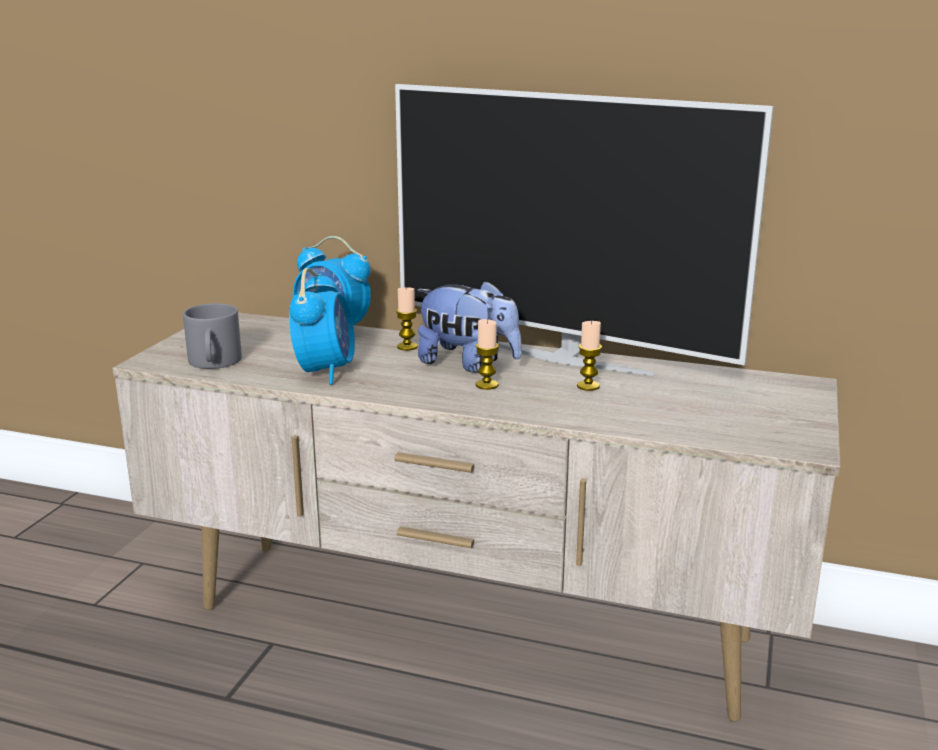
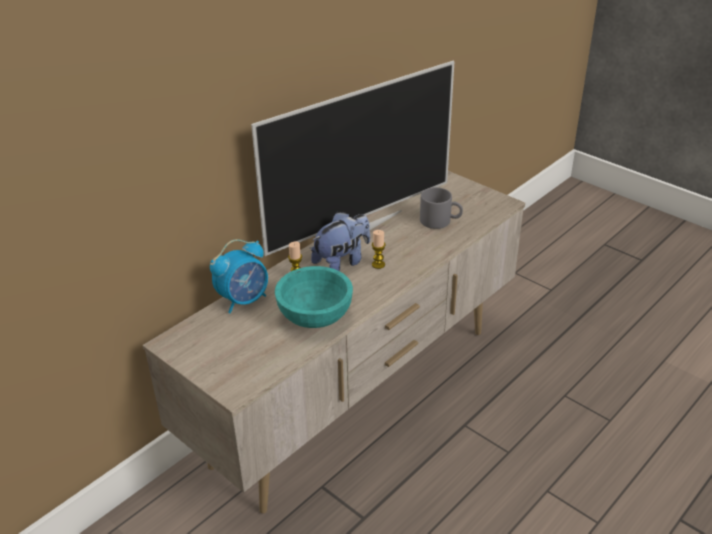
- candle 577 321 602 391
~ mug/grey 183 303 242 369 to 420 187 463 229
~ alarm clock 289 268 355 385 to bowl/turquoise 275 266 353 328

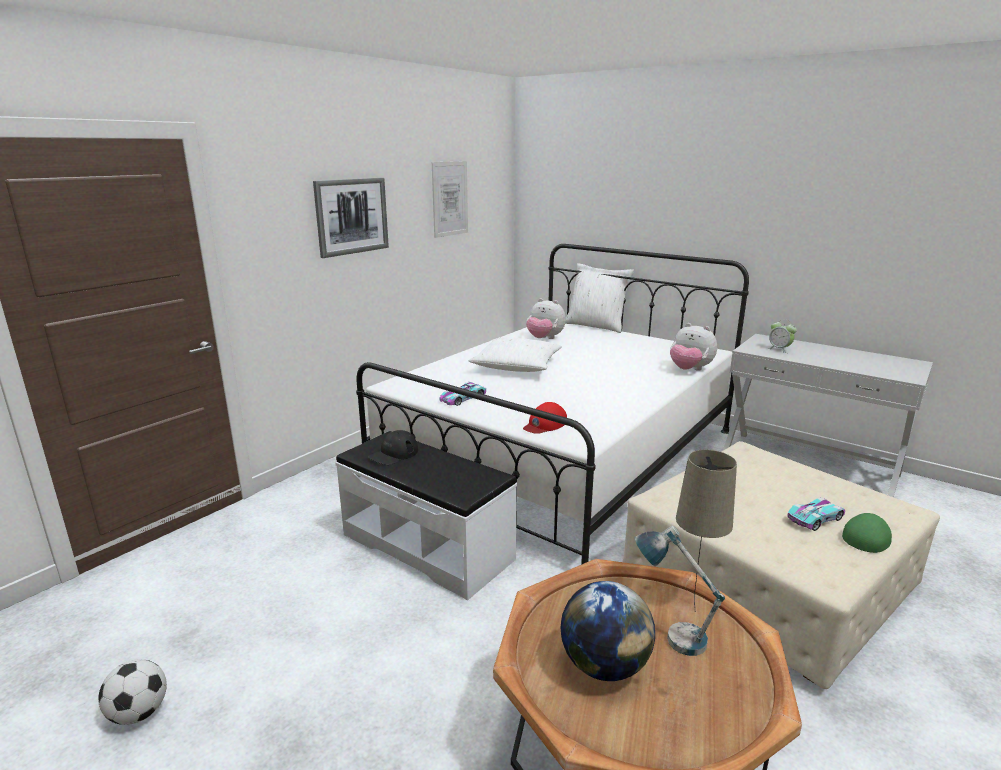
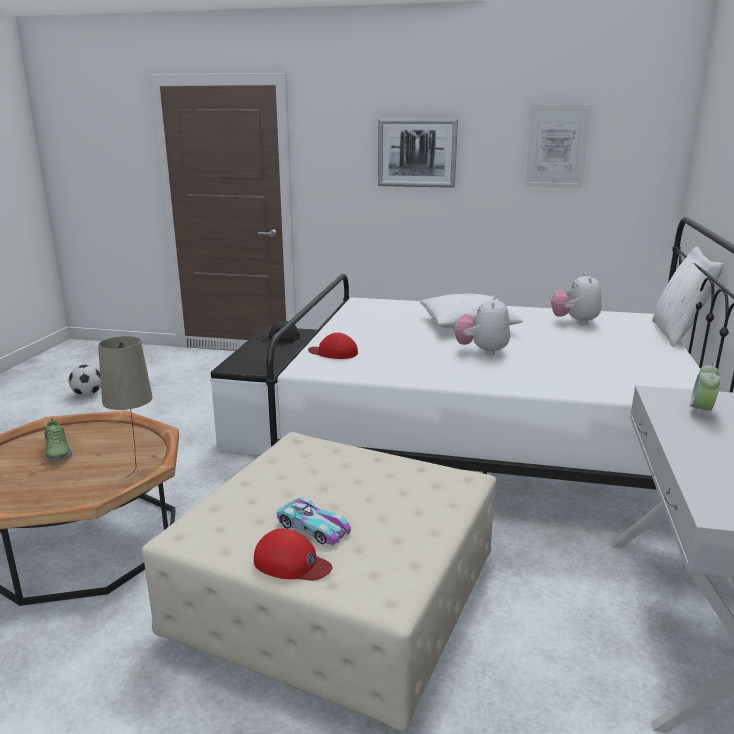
- toy car 439 382 486 406
- table lamp 635 526 725 656
~ plush toy 670 323 717 371 to 455 296 510 356
~ globe 560 581 655 681 to shoe 44 418 72 461
~ cap/green 842 513 892 553 to cap/red 254 528 333 581

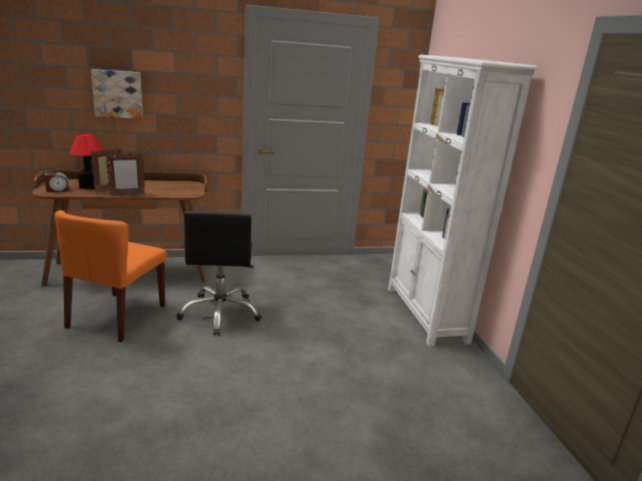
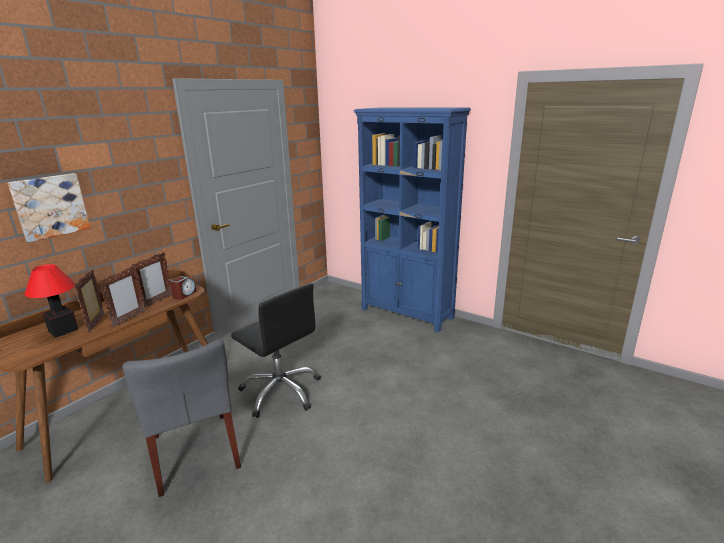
+ picture frame 131 252 172 307
~ alarm clock 44 172 69 192 to 170 276 197 300
~ chair/orange 55 210 167 342 to chair/grey 122 339 241 497
~ bookcase/white 388 55 537 346 to bookcase/blue 353 108 471 332

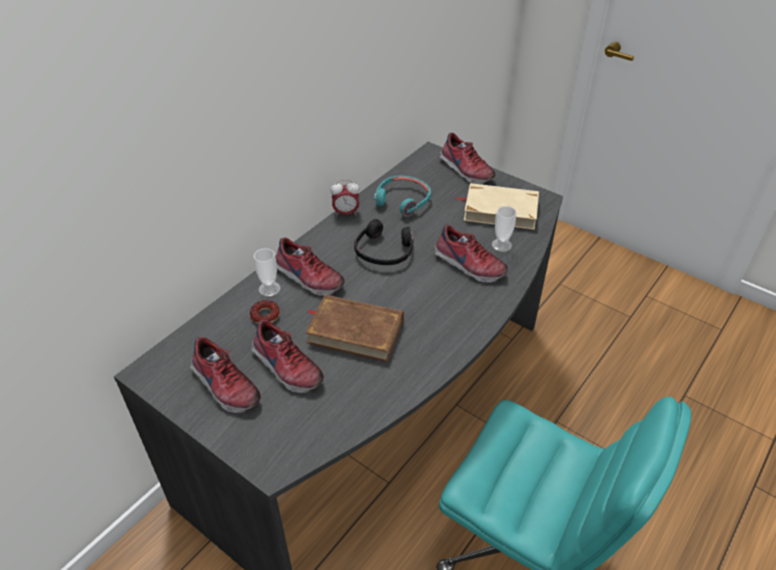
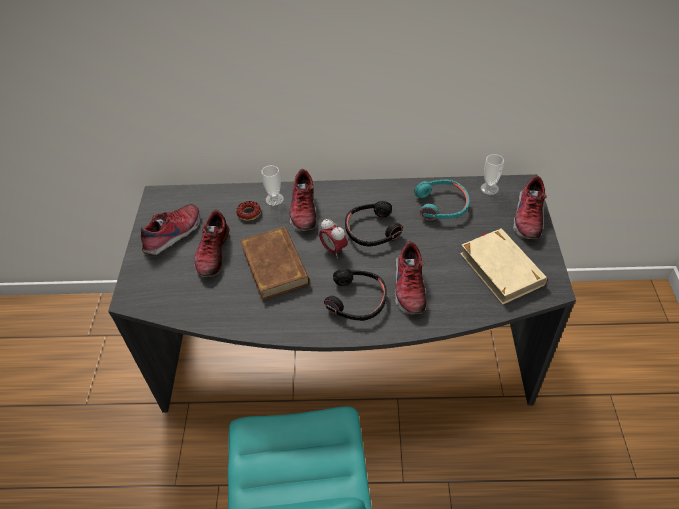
+ headphones/black 324 269 387 321
~ alarm clock 330 180 359 217 to 319 219 347 258
~ cup 492 206 517 252 to 481 154 504 195
~ shoe 190 337 260 413 = 141 204 200 255 150 degrees counterclockwise

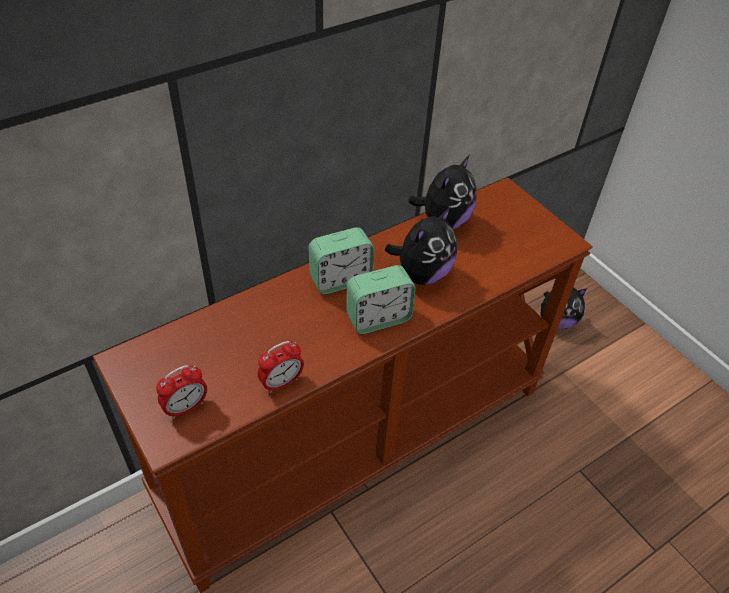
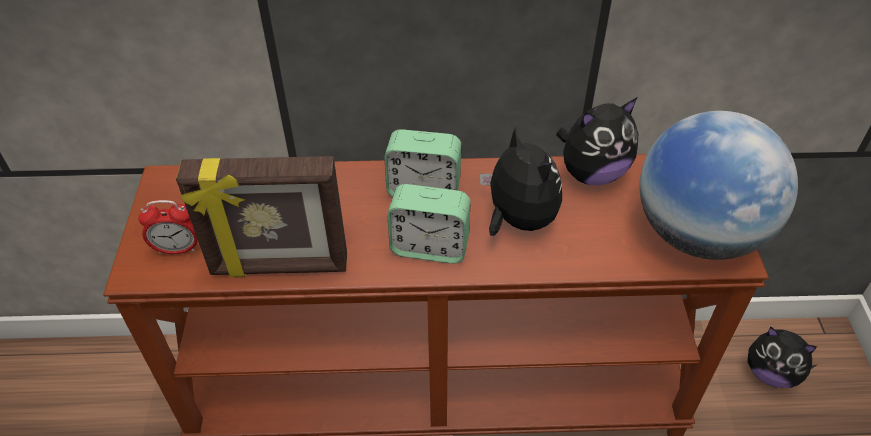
+ globe 640 111 798 260
~ alarm clock 258 341 304 393 to picture frame 176 156 347 277
~ plush toy 385 207 457 285 = 480 126 562 236 105 degrees counterclockwise

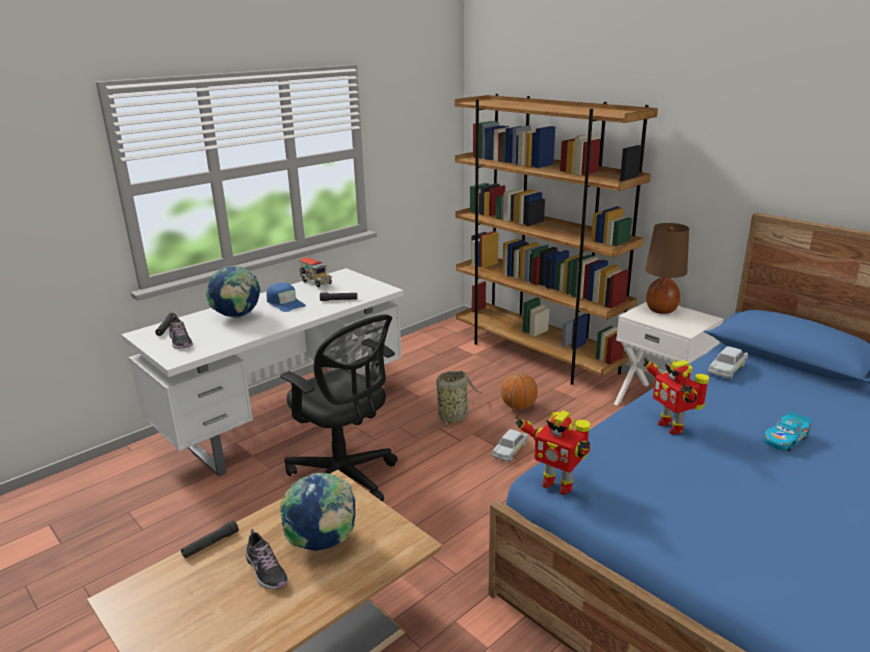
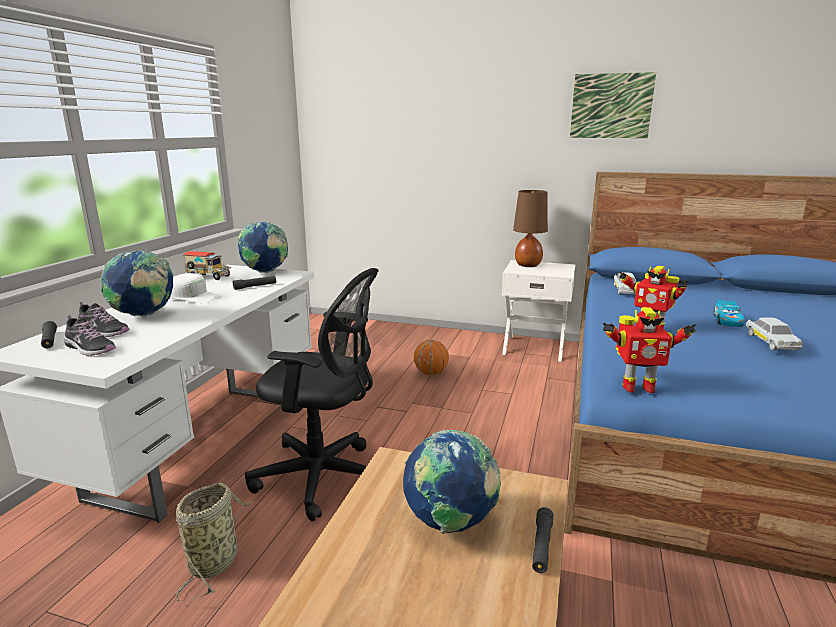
- bookcase/brown 455 94 658 385
+ globe 237 222 288 273
+ picture 570 72 656 138
~ flashlight/black 181 520 239 558 to 532 507 554 573
~ shoe 246 529 288 590 to 77 302 130 337
~ basket 430 370 483 428 to 176 483 252 601
~ toy car/white 492 428 528 462 to 746 317 803 351
~ cap/blue 266 283 306 312 to cap/white 170 273 222 303

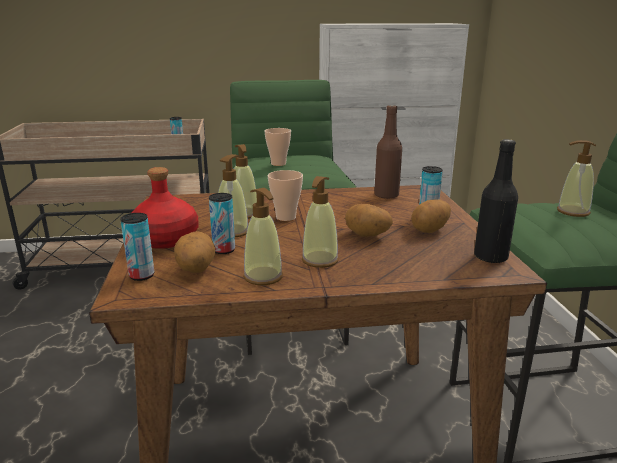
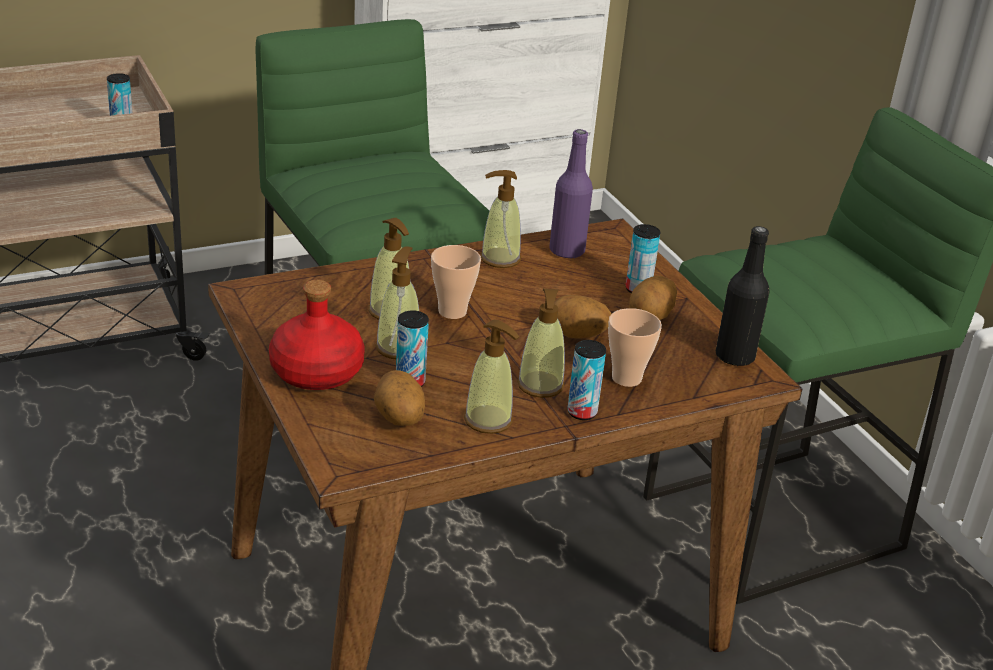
~ can 120 213 155 281 to 567 340 606 420
~ cup 265 128 291 166 to 608 308 662 387
~ soap dispenser 557 140 596 217 to 480 170 521 268
~ bottle/brown 374 105 402 199 to bottle/purple 549 129 593 259

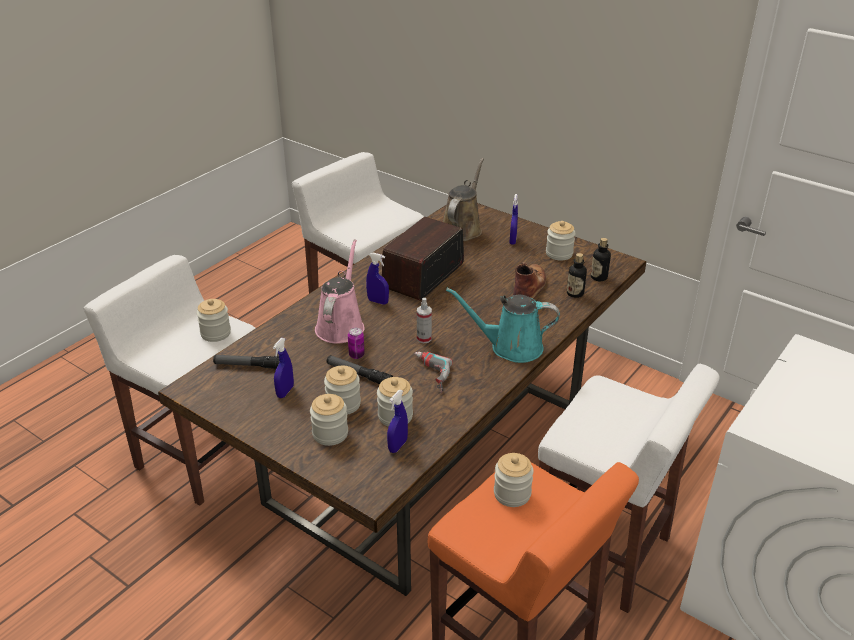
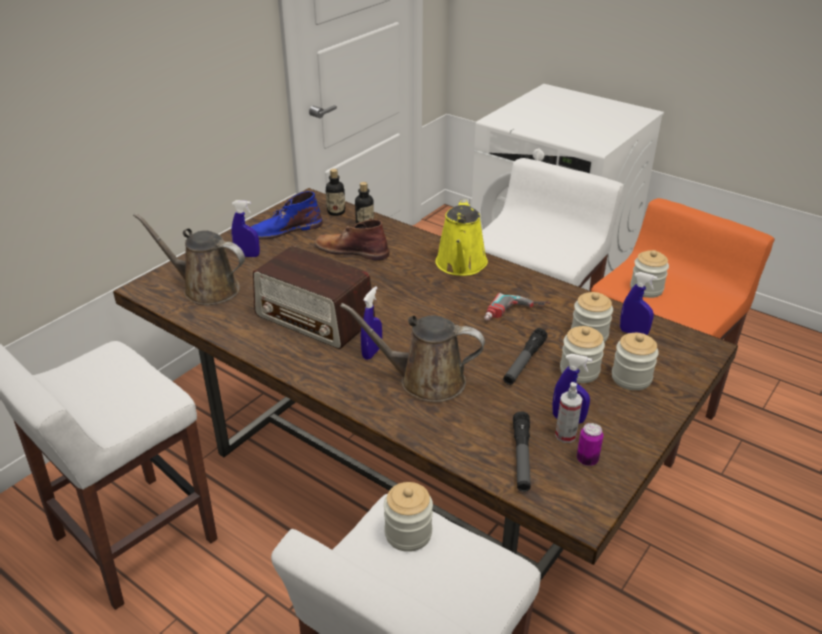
~ can 348 328 365 359 to 577 423 603 466
~ spray bottle 417 298 432 343 to 555 382 583 443
~ jar 546 221 576 261 to boot/blue 251 191 323 239
~ watering can/pink 315 239 365 344 to watering can/brown 340 303 485 402
~ watering can/turquoise 446 288 560 363 to watering can/yellow 435 199 488 276

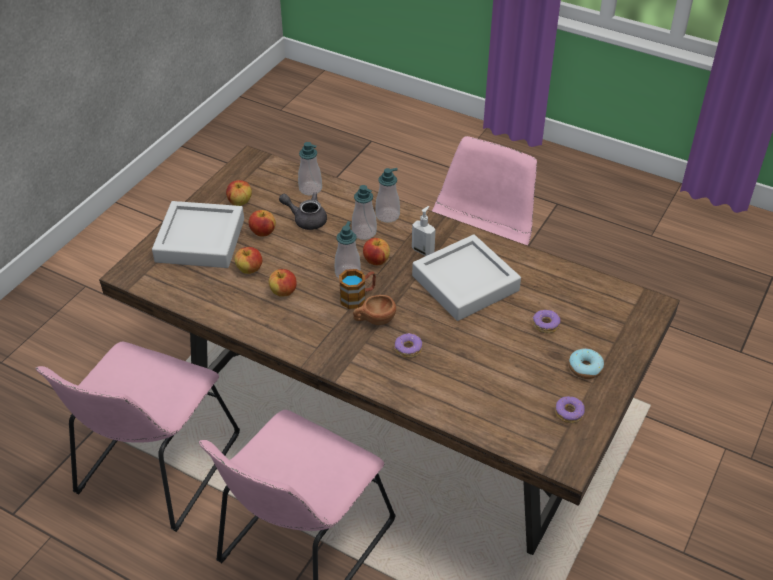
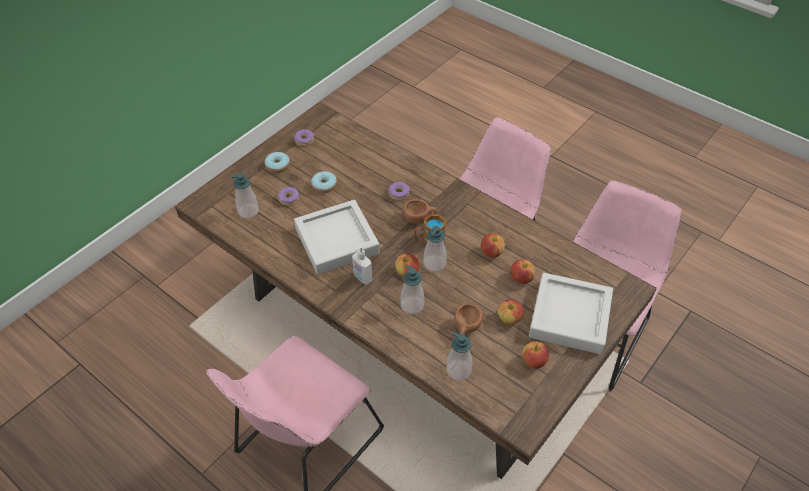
+ donut 311 171 337 193
~ soap dispenser 376 168 400 223 to 231 173 259 218
~ teapot/grey 279 192 327 230 to cup/brown 454 304 483 336

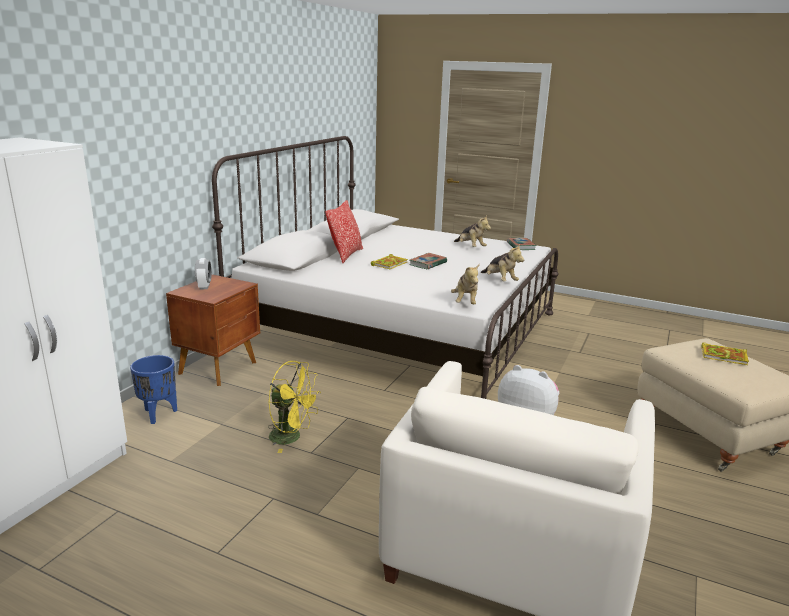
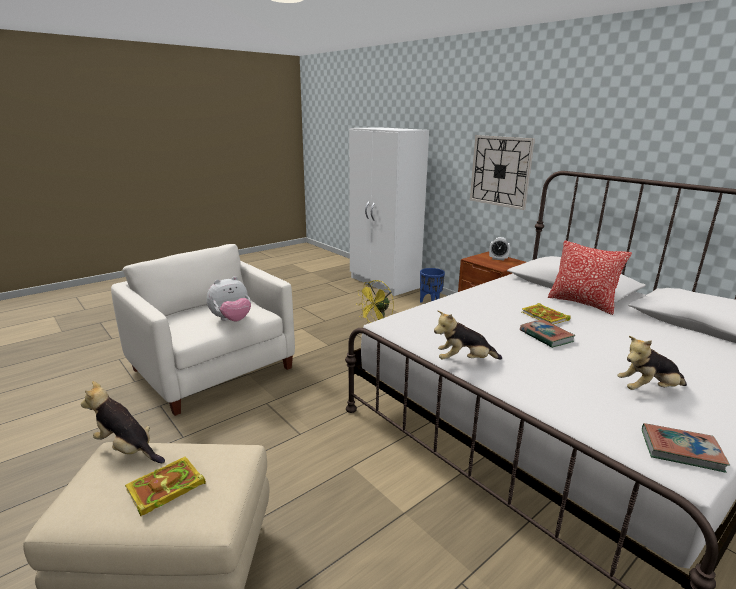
+ wall clock 470 135 535 210
~ plush toy 451 264 480 304 to 81 381 165 463

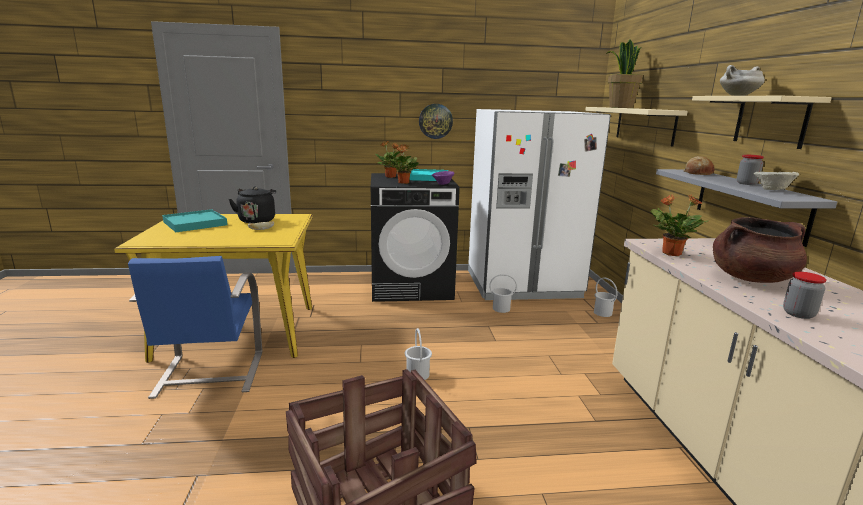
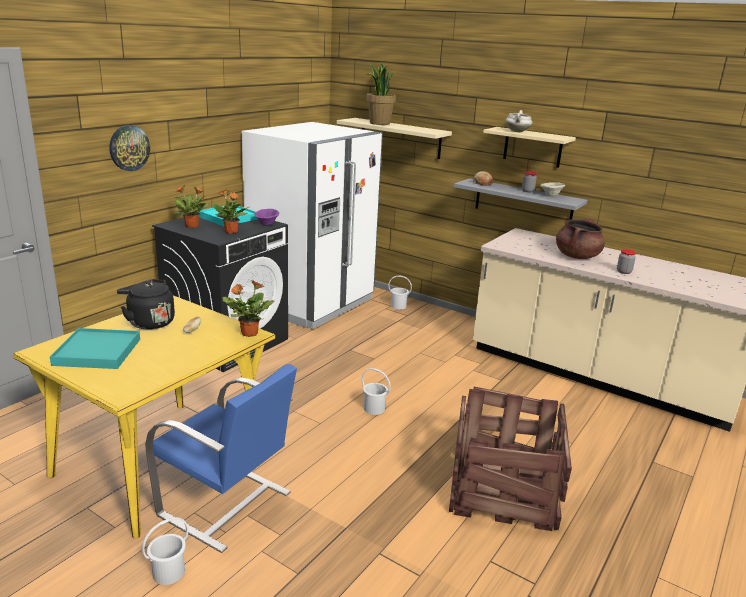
~ wall clock 419 104 453 139 to 109 125 150 171
~ bucket/white 489 274 517 313 to 142 517 188 585
~ potted plant 651 195 709 256 to 222 280 274 337

